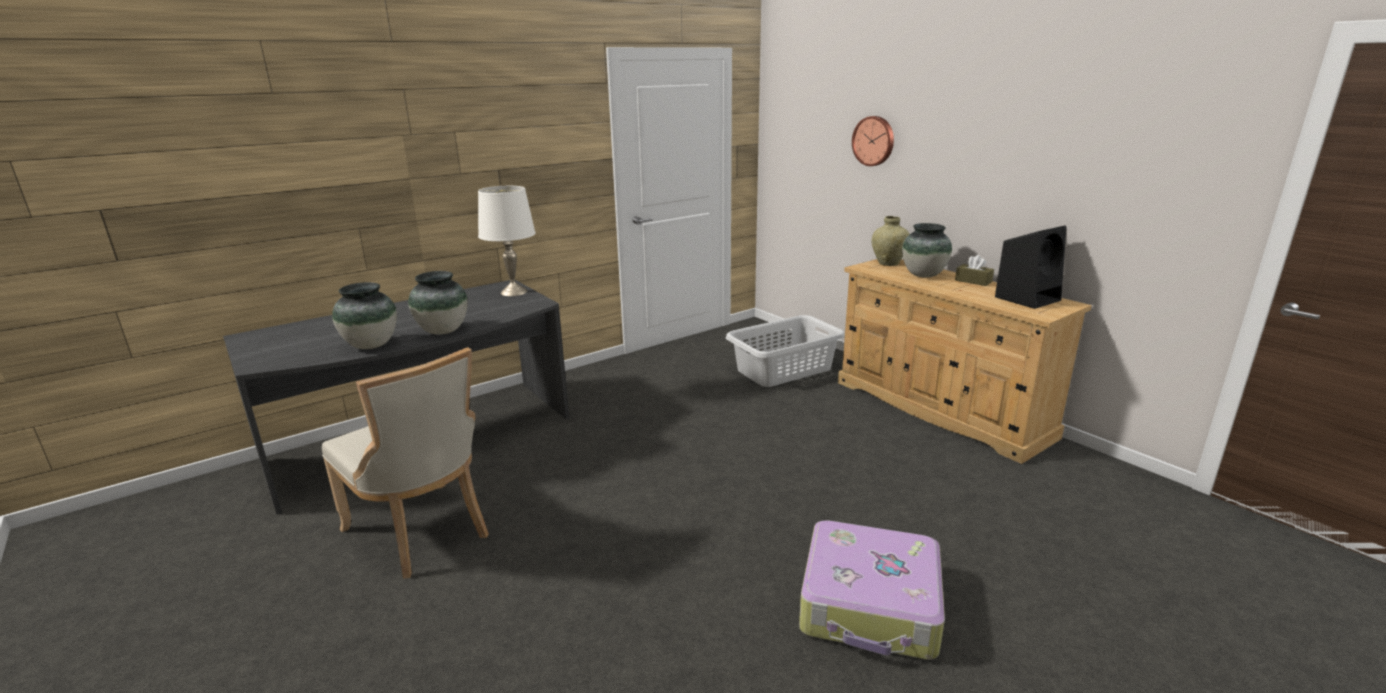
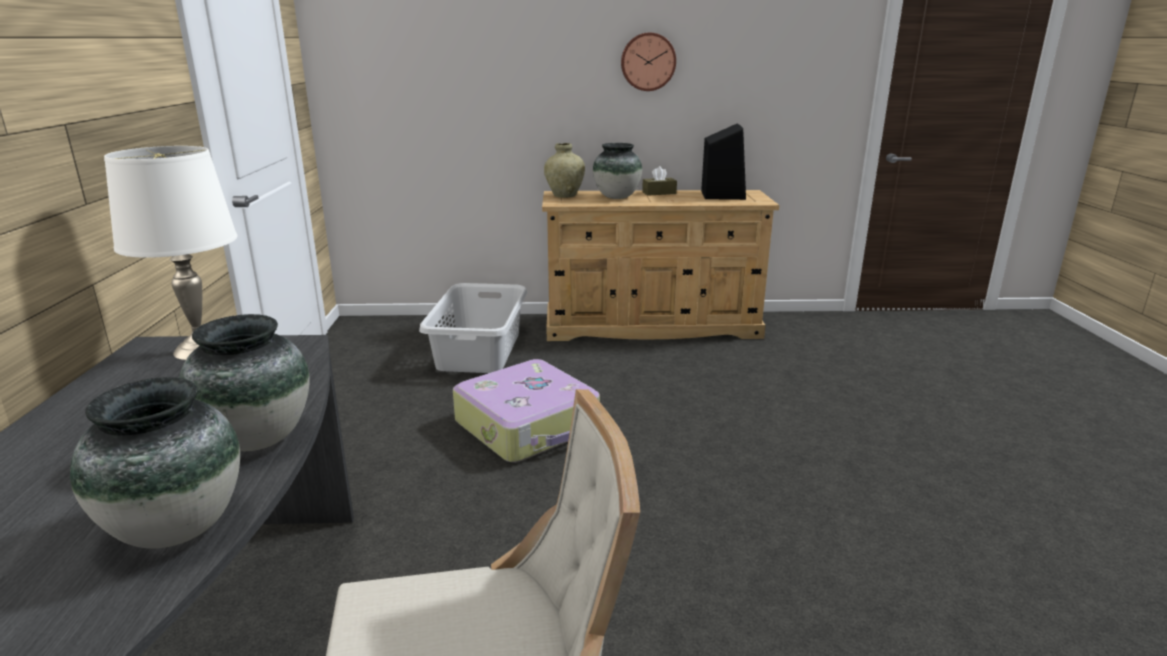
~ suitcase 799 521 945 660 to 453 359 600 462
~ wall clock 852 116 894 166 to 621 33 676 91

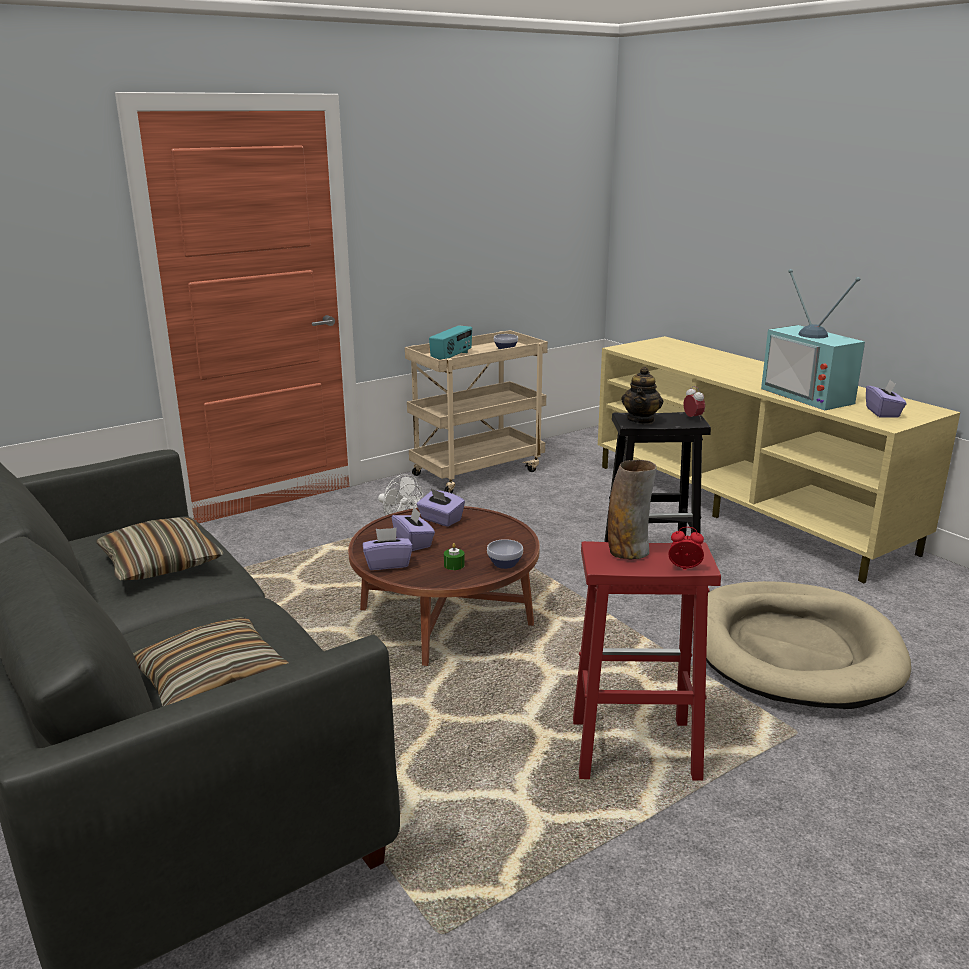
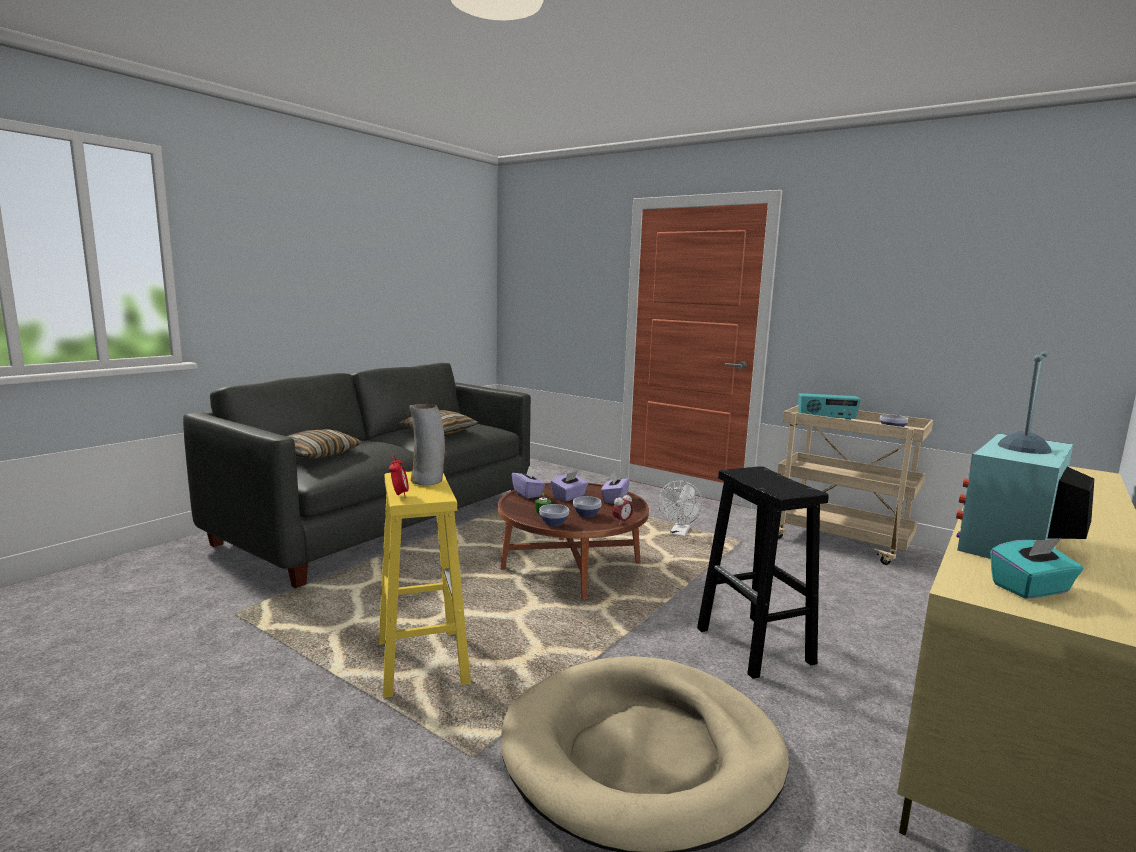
- teapot 621 367 663 424
+ bowl 573 496 601 517
~ alarm clock 684 386 705 419 to 612 492 633 525
~ stool/red 573 541 721 781 to stool/yellow 379 472 471 698
~ tissue box/purple 866 380 907 418 to tissue box/turquoise 990 538 1083 599

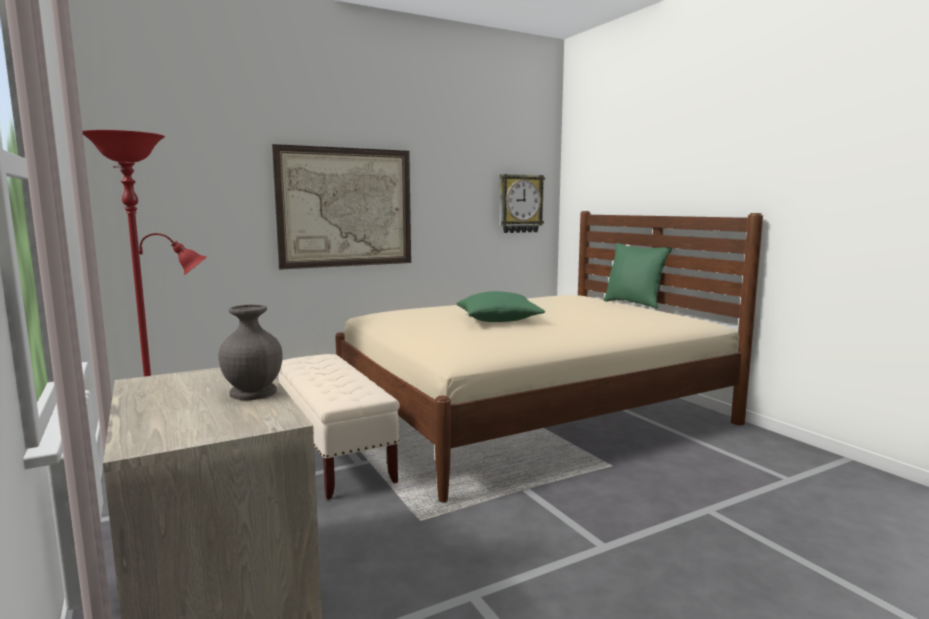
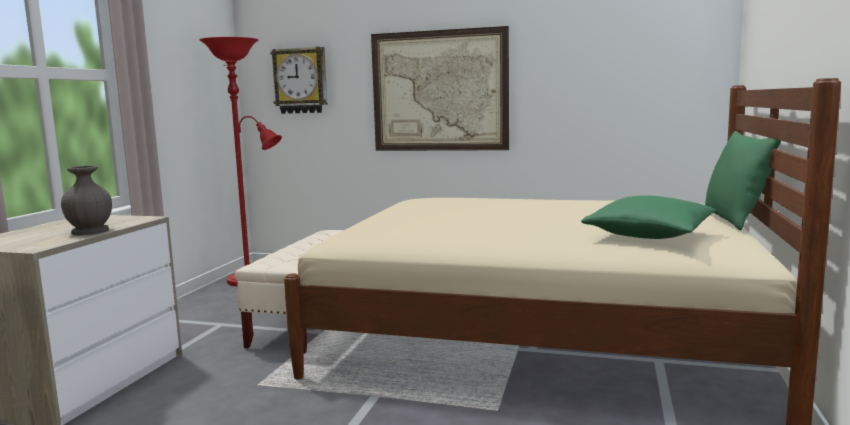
~ pillow/green 457 291 545 322 to 581 195 716 239
~ wall clock 499 174 545 233 to 270 47 327 114

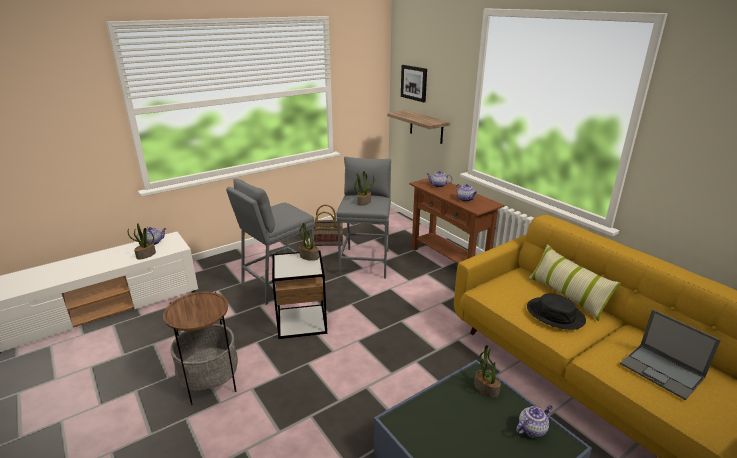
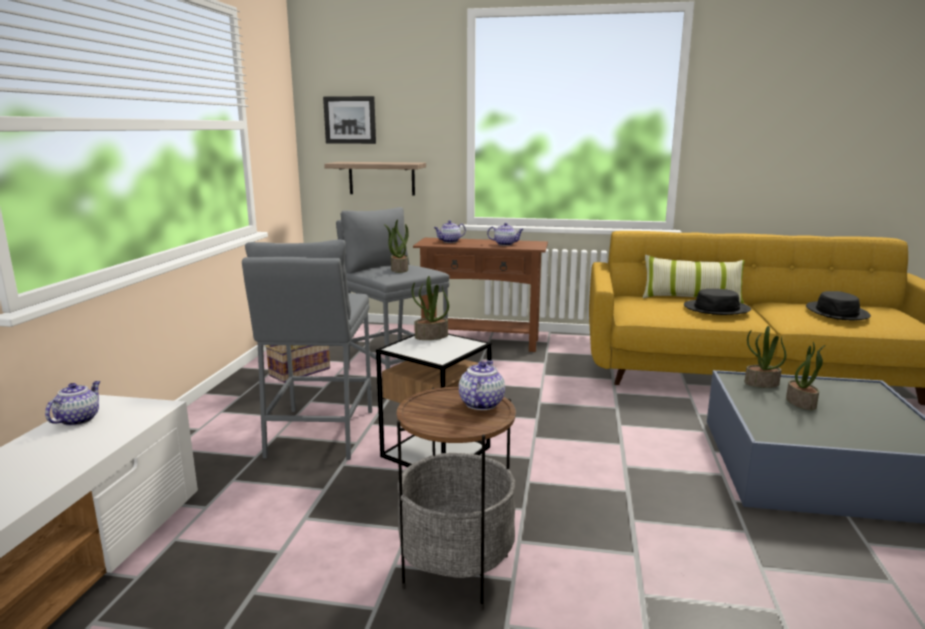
~ potted plant 128 223 156 259 to 786 342 826 410
~ teapot 516 405 553 438 to 459 360 505 410
~ laptop 620 309 721 400 to hat/black 806 291 871 320

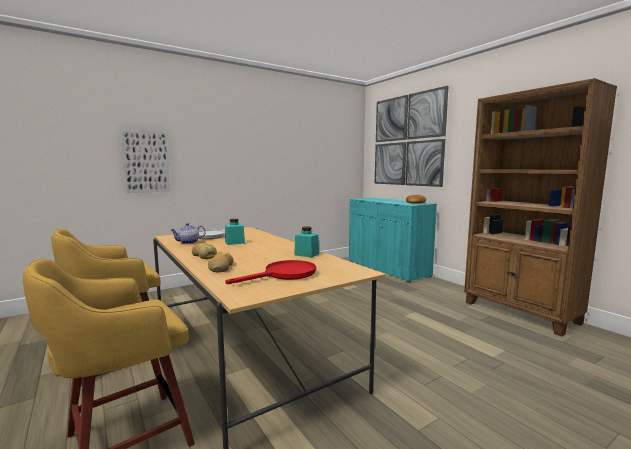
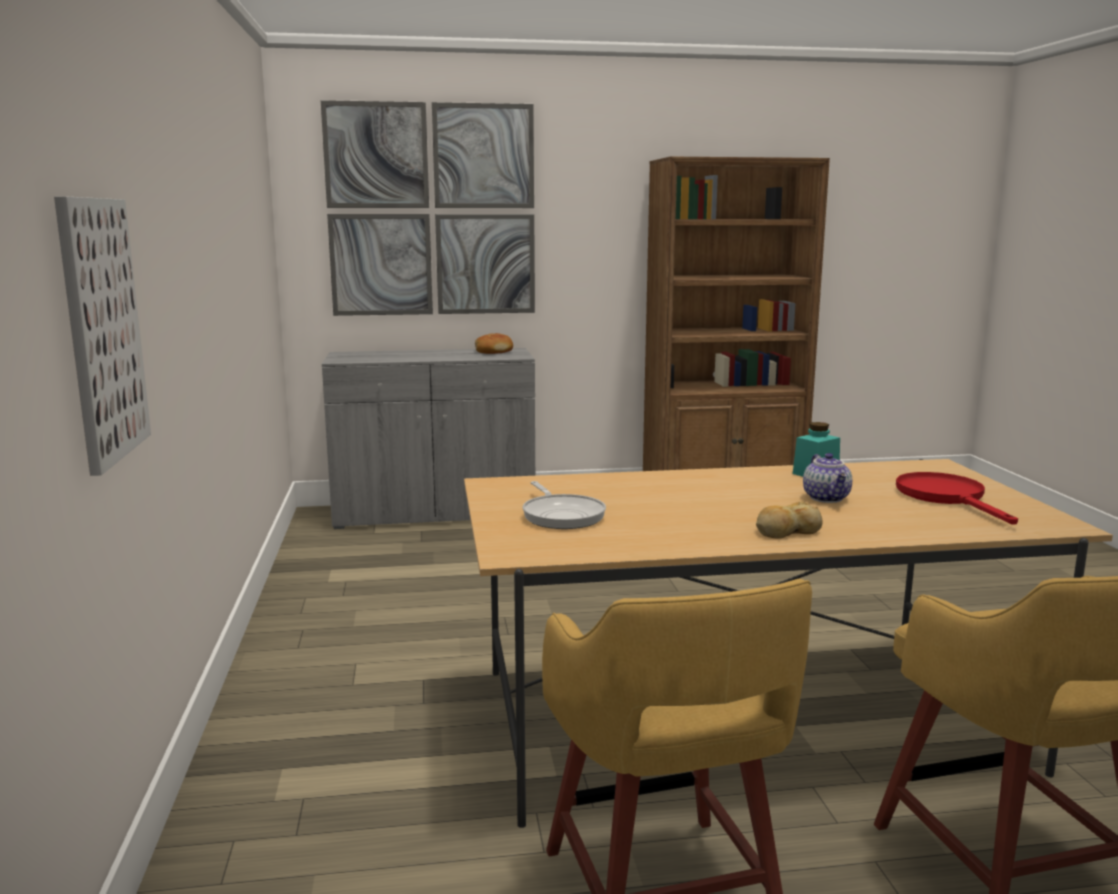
- bread 208 252 233 272
- jar/turquoise 225 219 245 245
~ teapot 171 223 205 244 to 803 453 852 503
~ cabinet/turquoise 349 198 437 283 to cabinet/grey 322 348 535 529

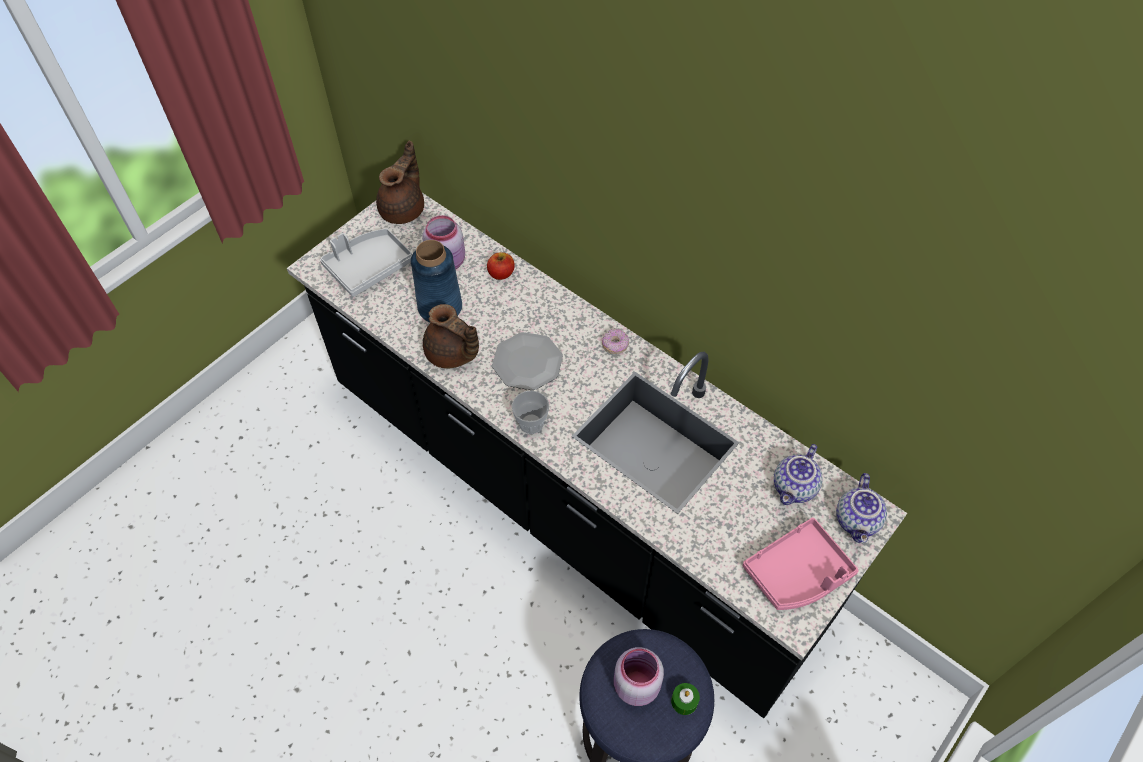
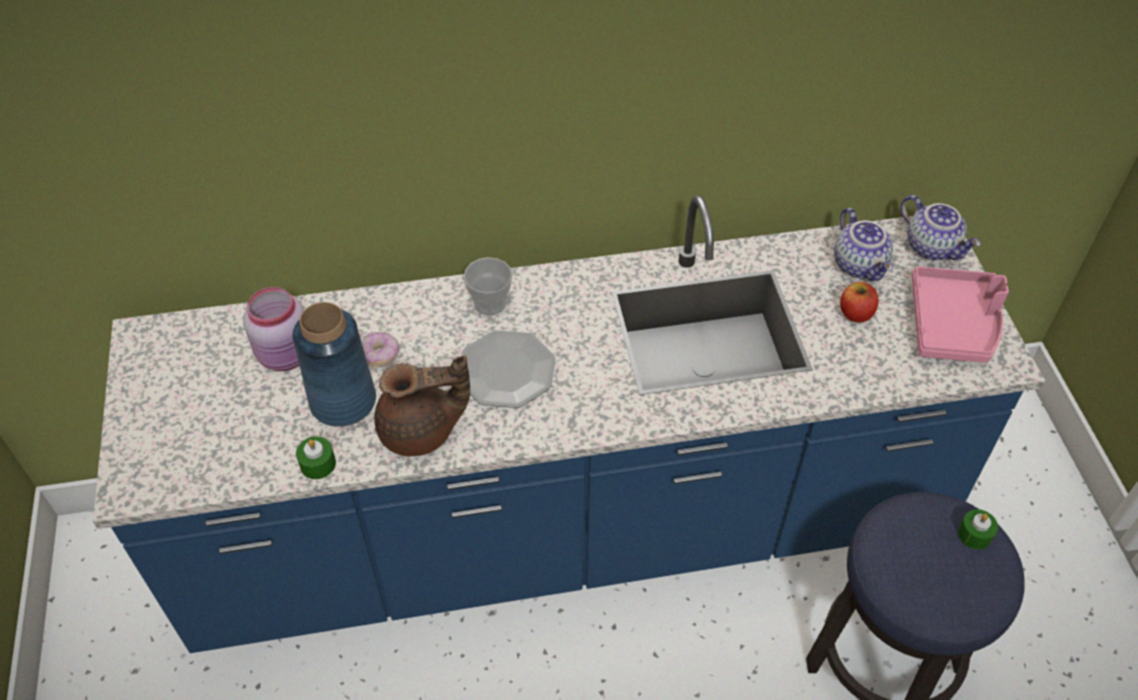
- tray/grey 320 228 413 297
- teapot/brown 376 140 424 224
- jar/pink 614 647 664 706
+ candle/green 296 437 336 479
~ apple 487 252 515 280 to 840 282 879 323
~ cup 512 390 549 434 to 464 257 513 316
~ donut 602 328 629 354 to 361 332 399 367
~ counter/black 287 193 907 718 to counter/blue 93 195 1045 653

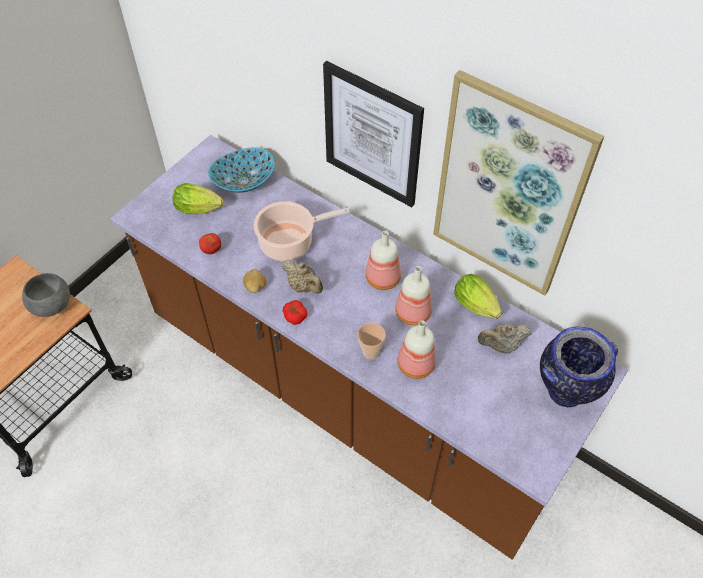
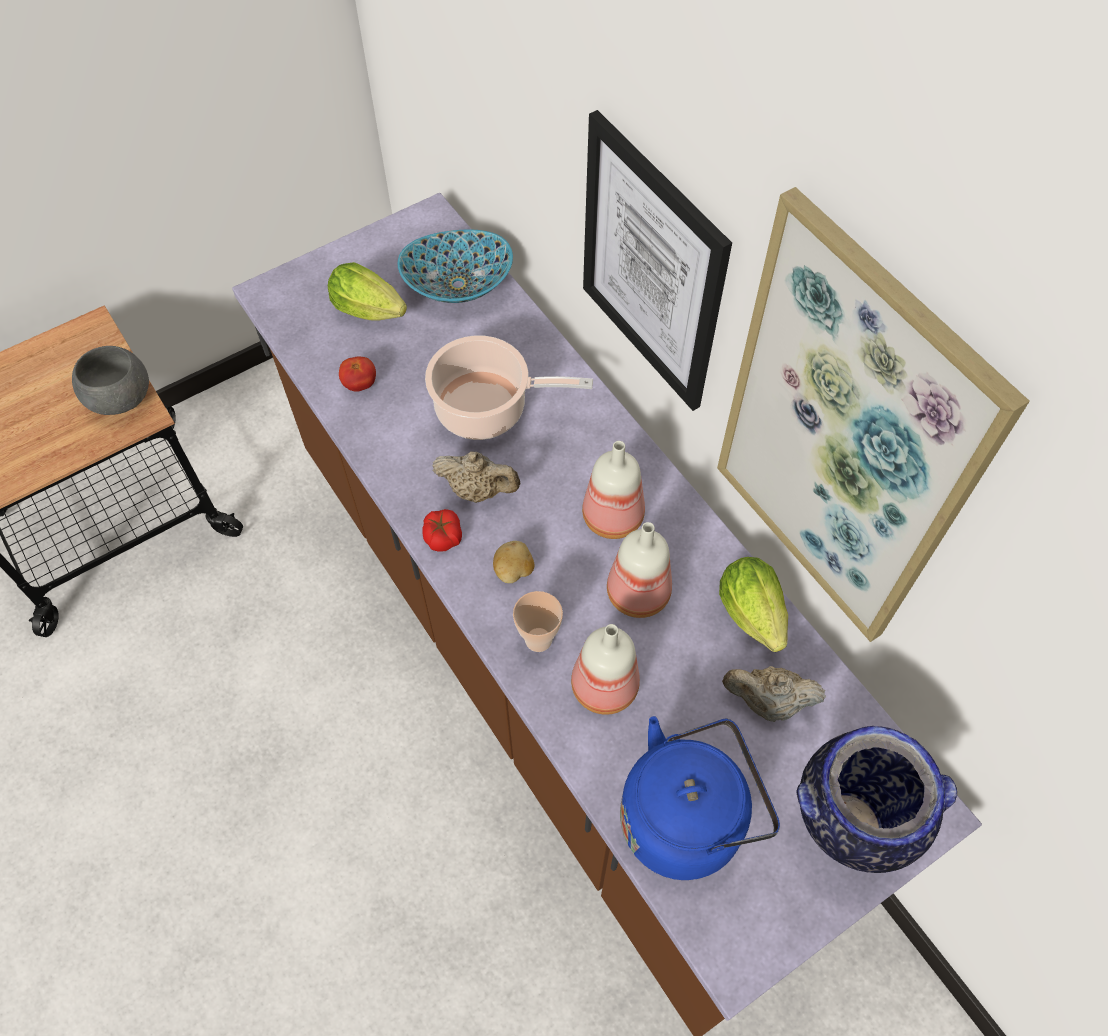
+ kettle/blue 620 716 780 880
~ potato 243 269 266 293 to 493 541 534 583
~ teapot/beige 282 260 323 294 = 432 451 520 503 45 degrees counterclockwise

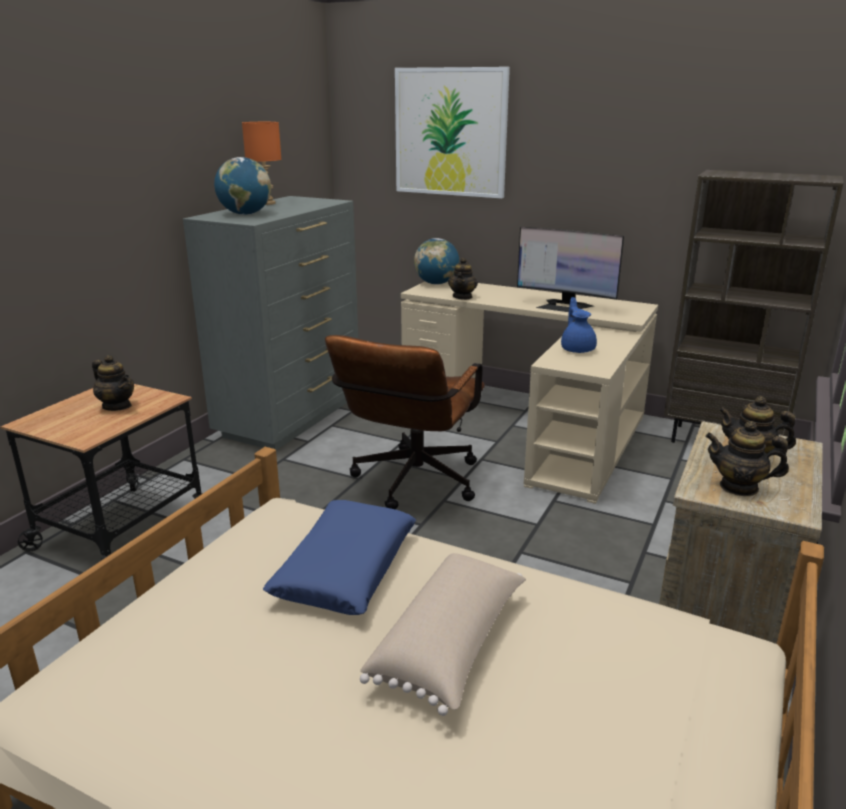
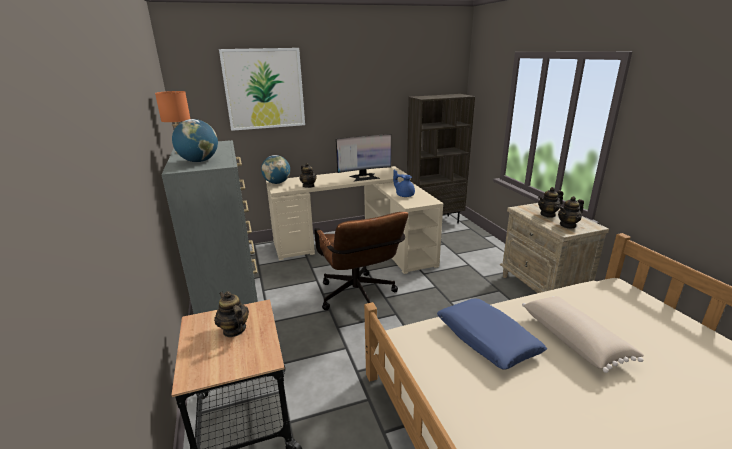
~ teapot 92 355 134 411 = 214 291 249 337 120 degrees counterclockwise

